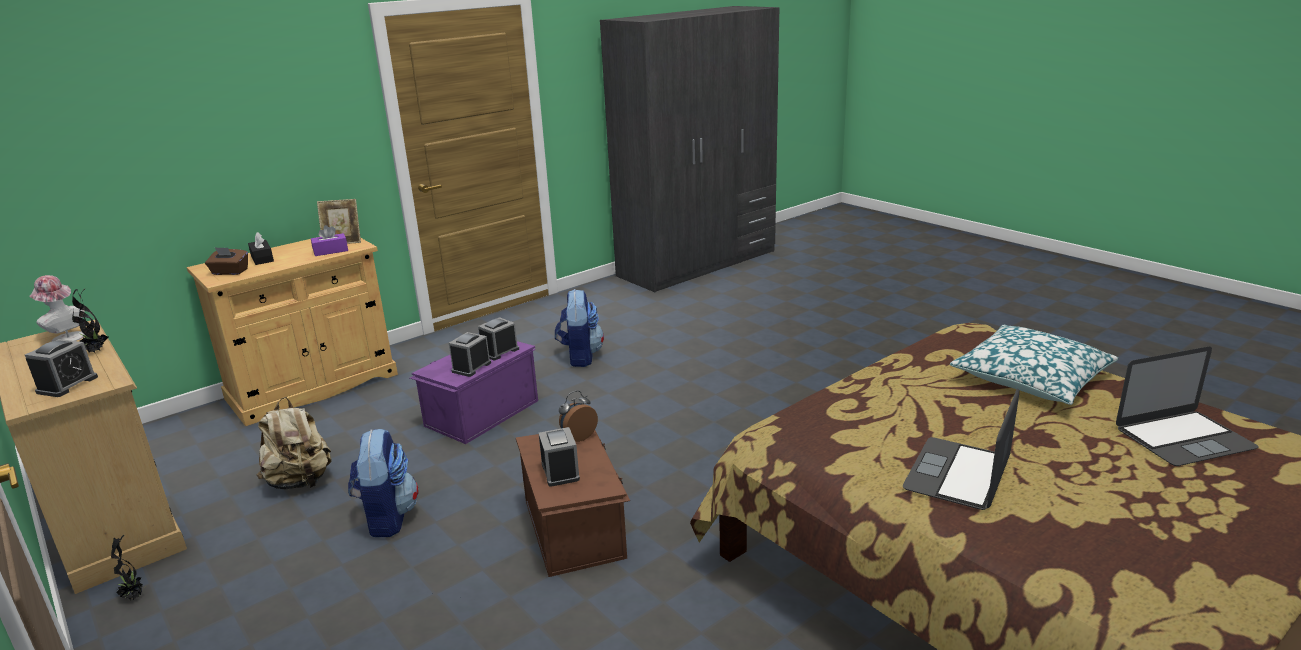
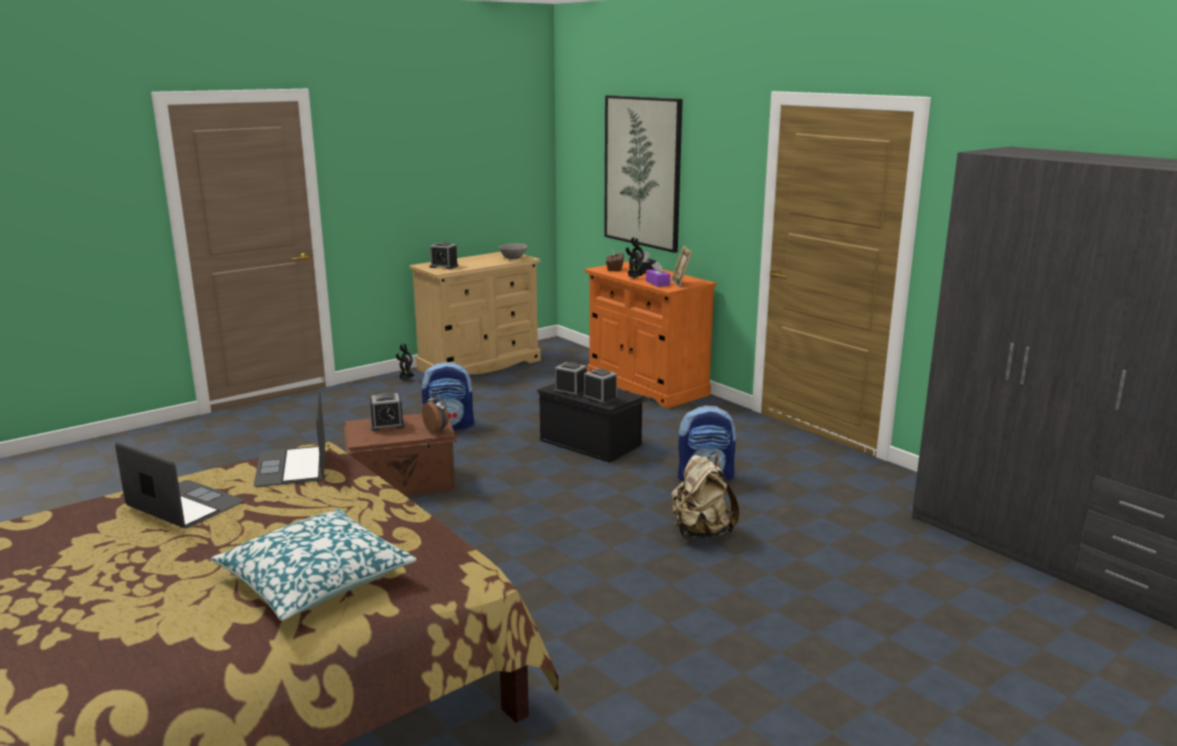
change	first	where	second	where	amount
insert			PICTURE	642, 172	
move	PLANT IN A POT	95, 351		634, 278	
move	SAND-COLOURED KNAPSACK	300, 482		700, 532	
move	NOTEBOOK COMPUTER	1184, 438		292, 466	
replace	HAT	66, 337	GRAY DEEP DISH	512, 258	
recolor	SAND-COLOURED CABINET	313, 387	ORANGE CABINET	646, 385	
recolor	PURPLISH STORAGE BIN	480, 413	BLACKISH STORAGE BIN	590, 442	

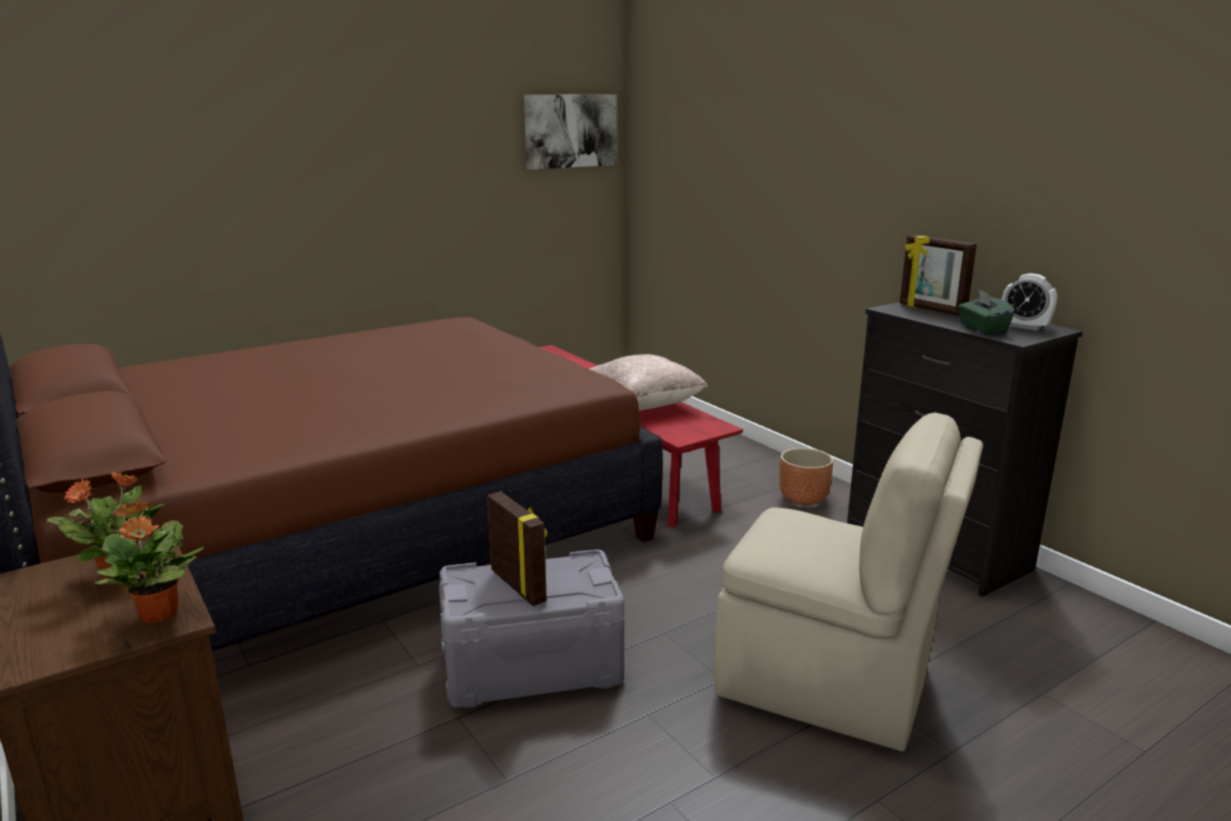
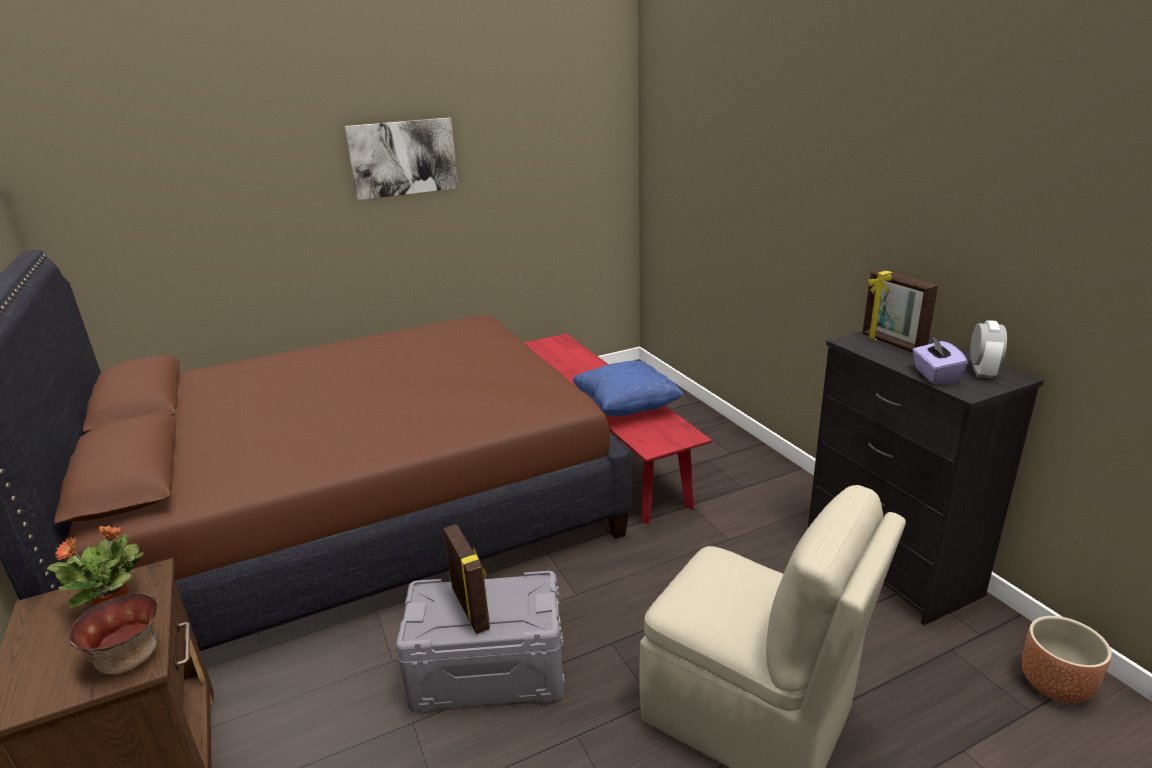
change	first	where	second	where	amount
move	PICTURE	570, 131		403, 158	
move	BROWN PLANTER	803, 499		1055, 685	
replace	PLANT IN A POT	158, 615	DEEP DISH	128, 659	
recolor	SAND-COLOURED CUSHION	642, 406	BLUISH CUSHION	626, 408	
recolor	GREEN-COLOURED BOX OF TISSUES	982, 330	PURPLISH BOX OF TISSUES	935, 376	
rotate	TABLE CLOCK	1024, 327		982, 372	120 degrees counterclockwise

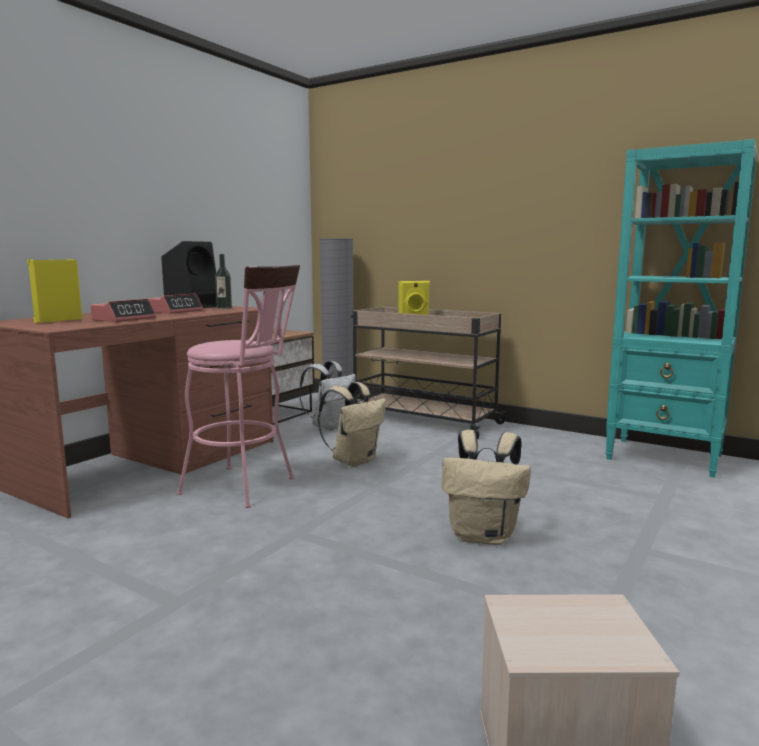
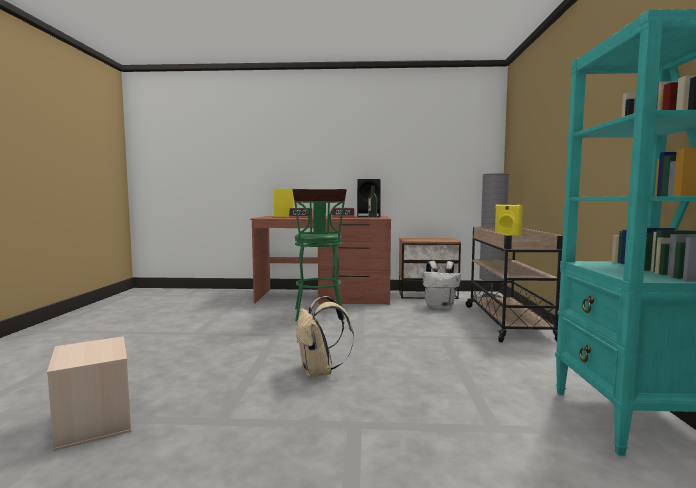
change	first	where	second	where	amount
delete	SAND-COLOURED KNAPSACK	354, 460			
recolor	PINKISH STOOL	246, 487	GREEN-COLOURED STOOL	319, 315	

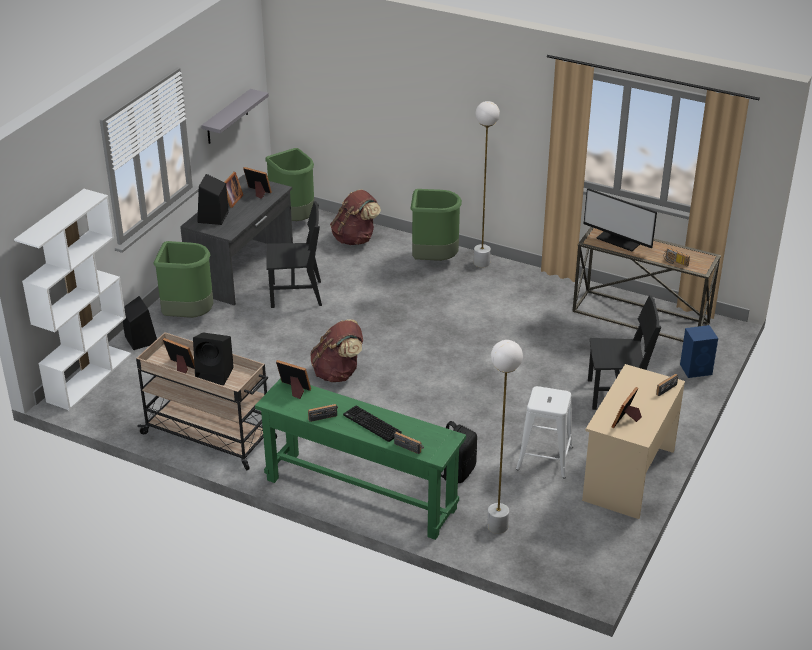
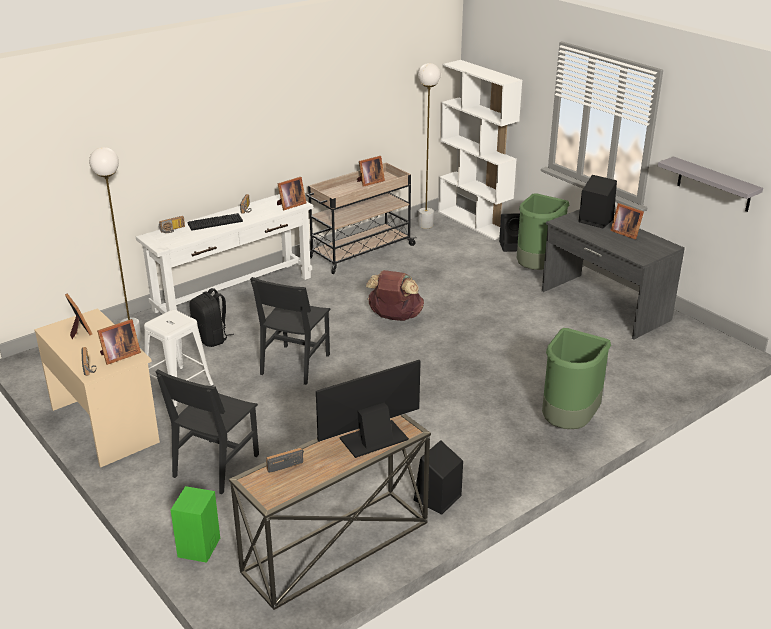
change	first	where	second	where	amount
delete	GREEN-COLOURED TRASH CAN	294, 219			
delete	BROWN KNAPSACK	355, 239			
move	BLACKISH LOUDSPEAKER	215, 374		437, 499	
move	PHOTO FRAME	258, 192		119, 355	
move	BLACKISH UPRIGHT CHAIR	296, 294		295, 364	
move	WHITISH STANDARD LAMP	481, 263		425, 225	
recolor	GREEN-COLOURED HALL TABLE	360, 494	WHITISH HALL TABLE	234, 293	
recolor	BLUISH LOUDSPEAKER	696, 369	GREEN-COLOURED LOUDSPEAKER	198, 548	

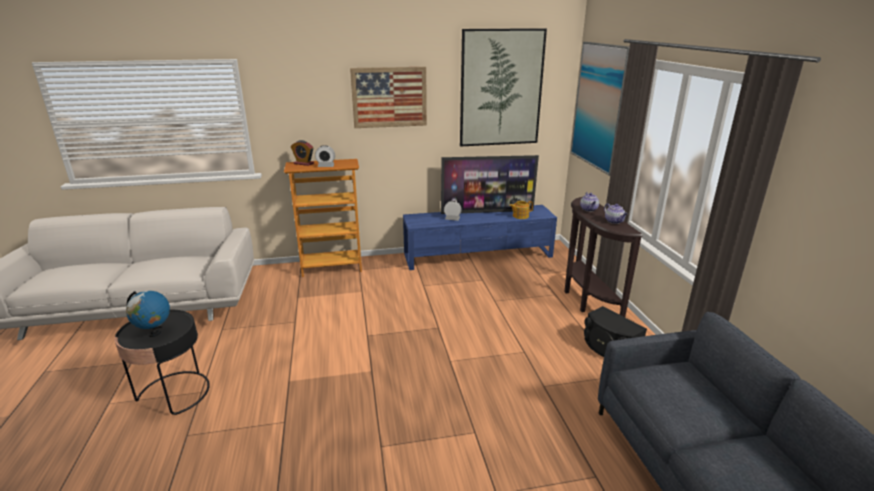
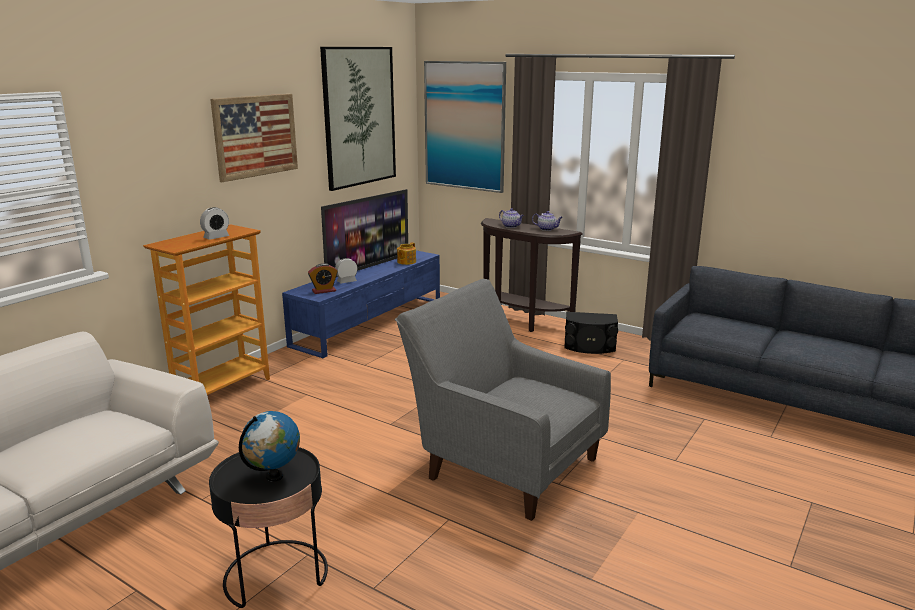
change	first	where	second	where	amount
insert			GRAY LOUNGE CHAIR	503, 463	
move	TABLE CLOCK	303, 163		324, 291	

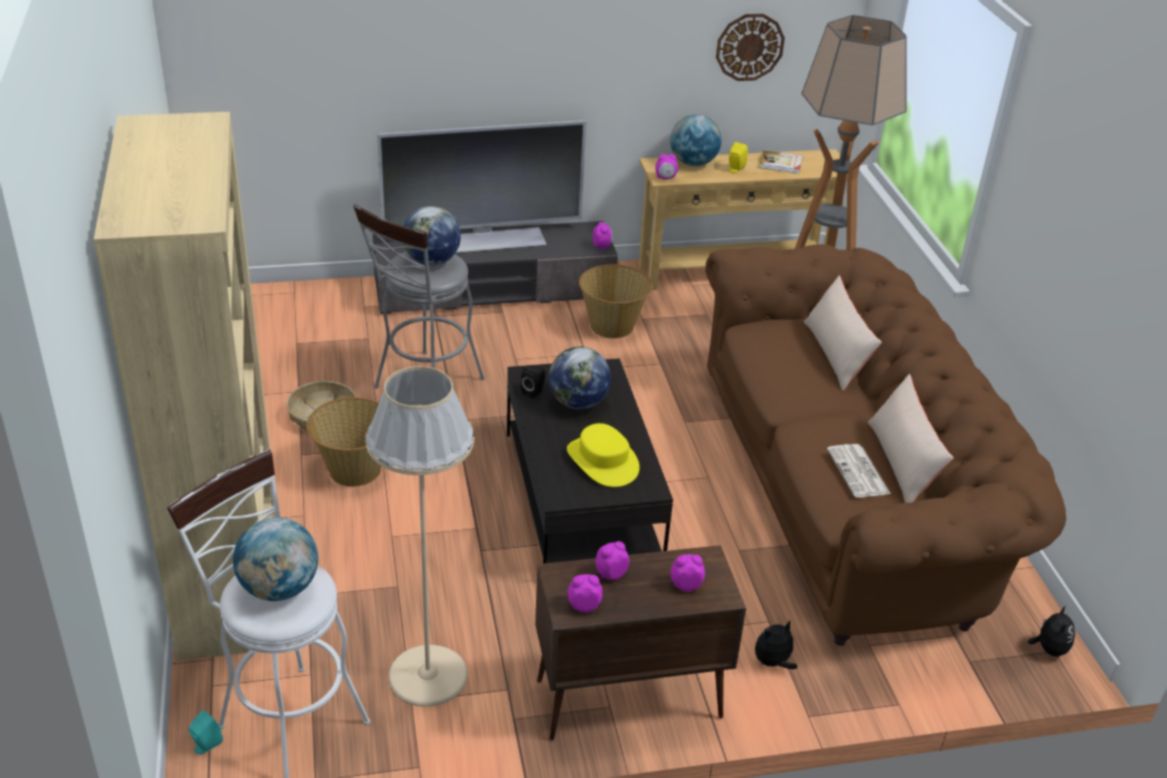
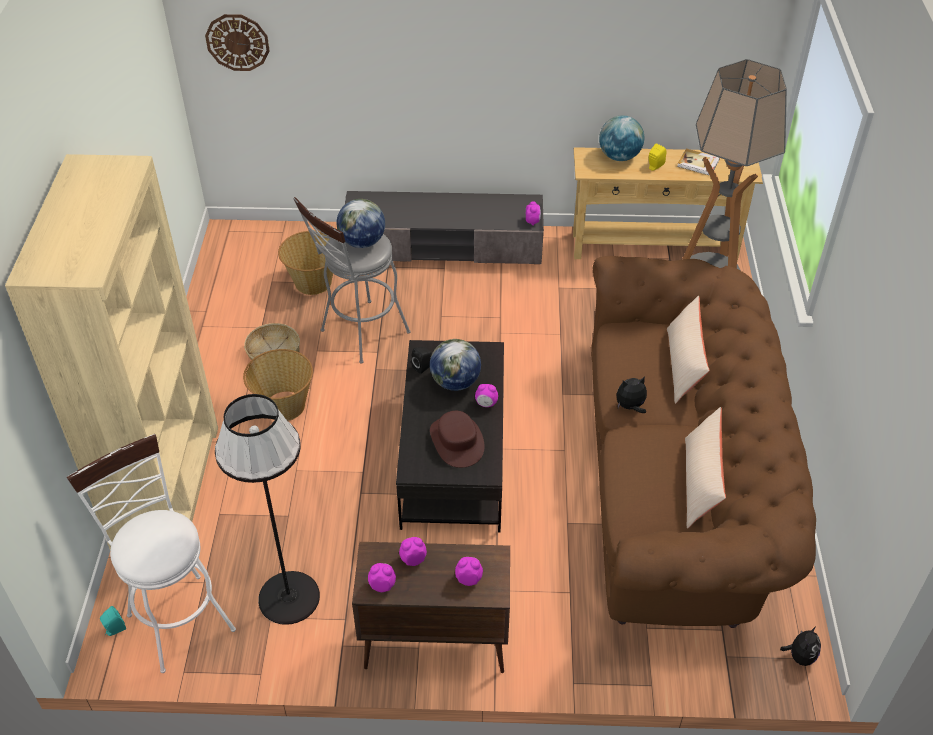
change	first	where	second	where	amount
delete	DESK GLOBE	279, 589			
delete	TV	487, 240			
delete	DAILY PAPER	859, 472			
move	HOUSEHOLD BASKET	612, 326		313, 283	
move	TABLE CLOCK	665, 178		486, 404	
move	HANGING CLOCK	749, 47		237, 42	
move	CUDDLY TOY	772, 663		630, 407	
recolor	SAND-COLOURED STANDARD LAMP	427, 675	BLACKISH STANDARD LAMP	289, 597	
recolor	YELLOW-COLOURED HAT	603, 461	BROWN HAT	457, 441	

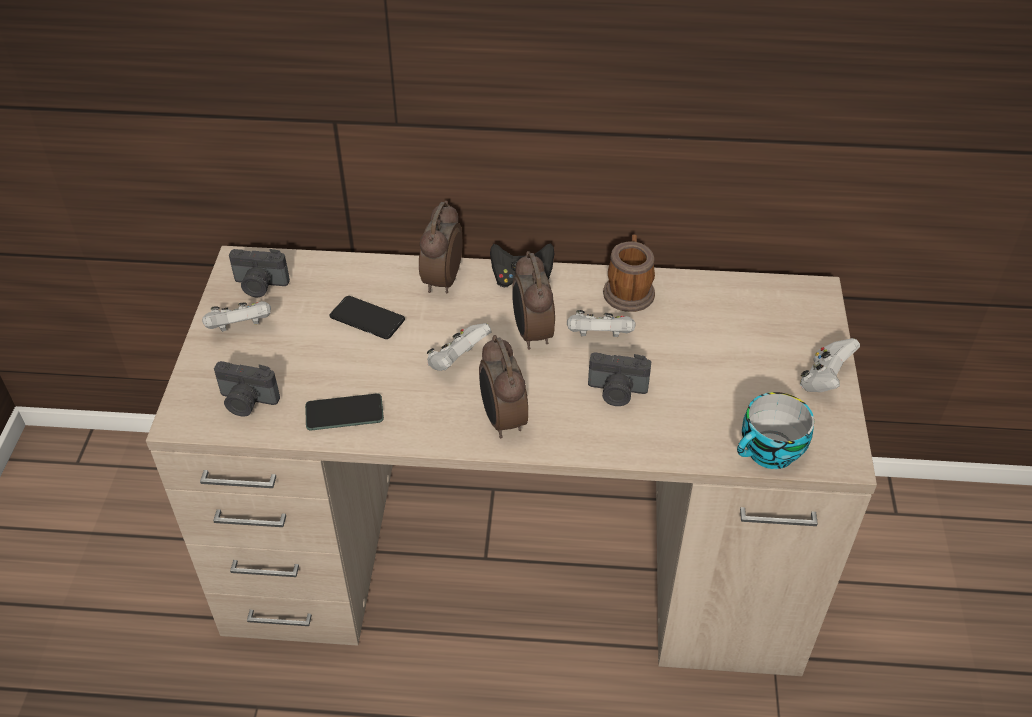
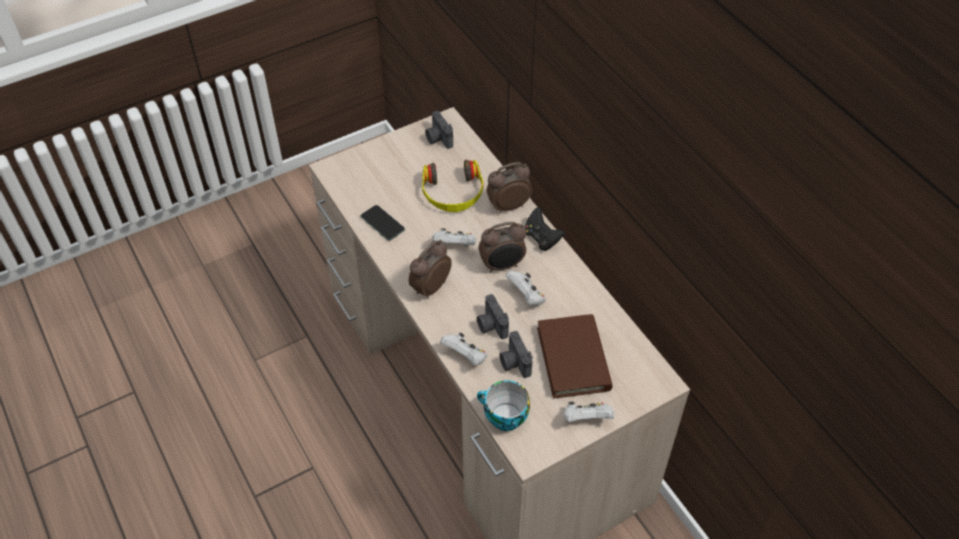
change	first	where	second	where	amount
delete	MUG	629, 290			
insert			BROWN BOOK	573, 359	
move	WHITISH GAME CONTROLLER	240, 328		465, 356	
move	PHOTO CAMERA	246, 402		514, 363	
replace	TELEPHONE	367, 318	HEADPHONES	453, 193	
rotate	TABLE CLOCK	531, 334		502, 266	150 degrees counterclockwise

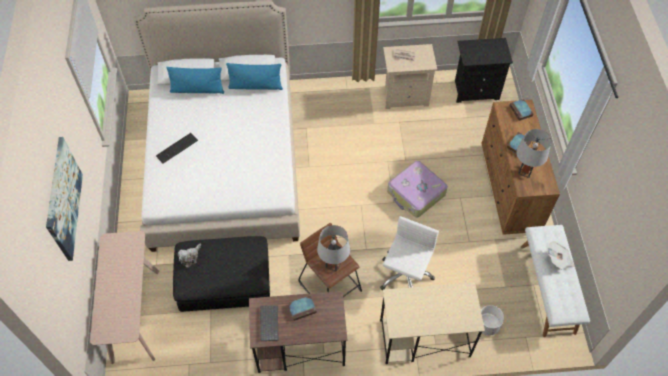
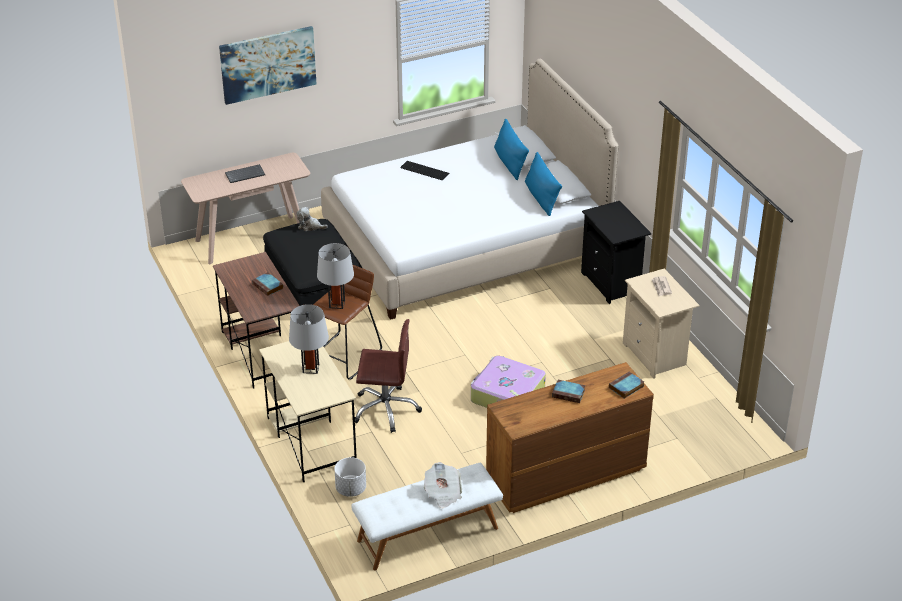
change	first	where	second	where	amount
move	KEYBOARD	268, 323		245, 174	
move	BLACKISH NIGHT TABLE	475, 89		612, 283	
move	GRAY TABLETOP LAMP	525, 171		311, 368	
recolor	WHITISH DESK CHAIR	405, 275	BROWN DESK CHAIR	386, 409	

